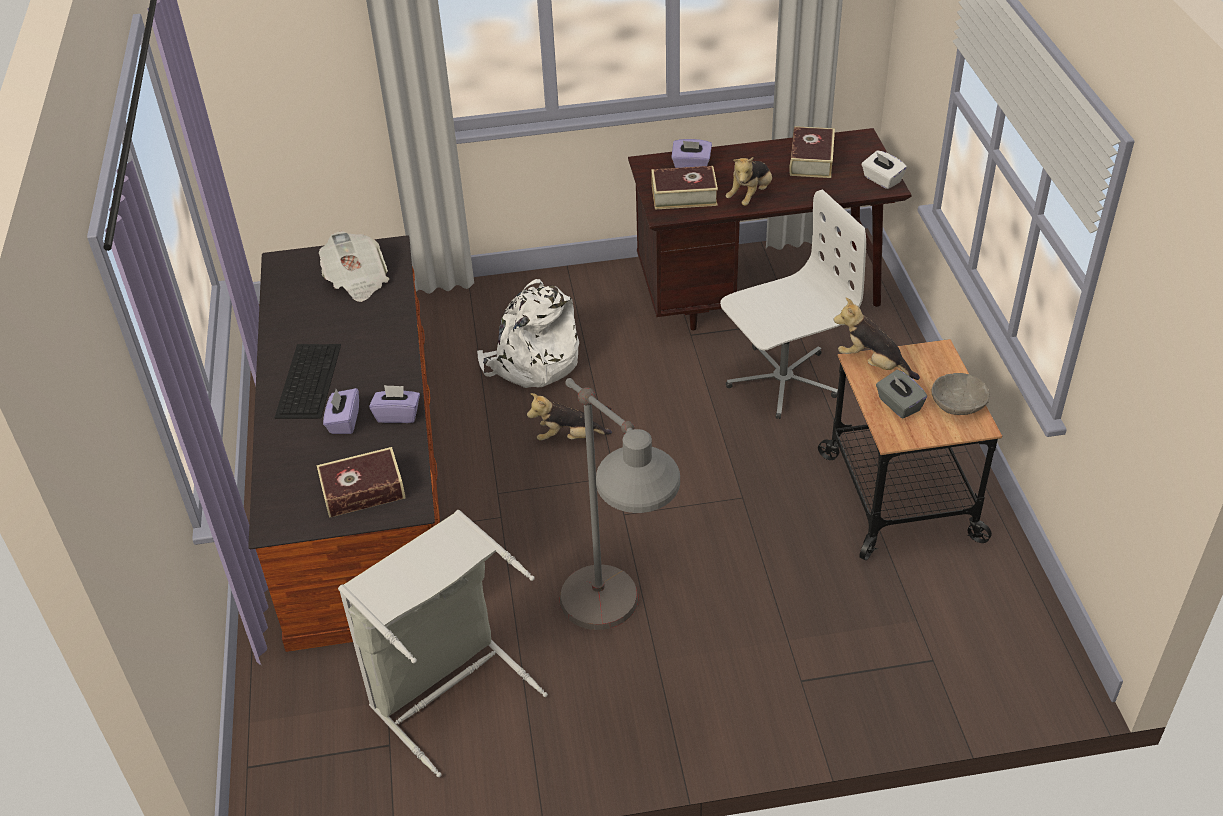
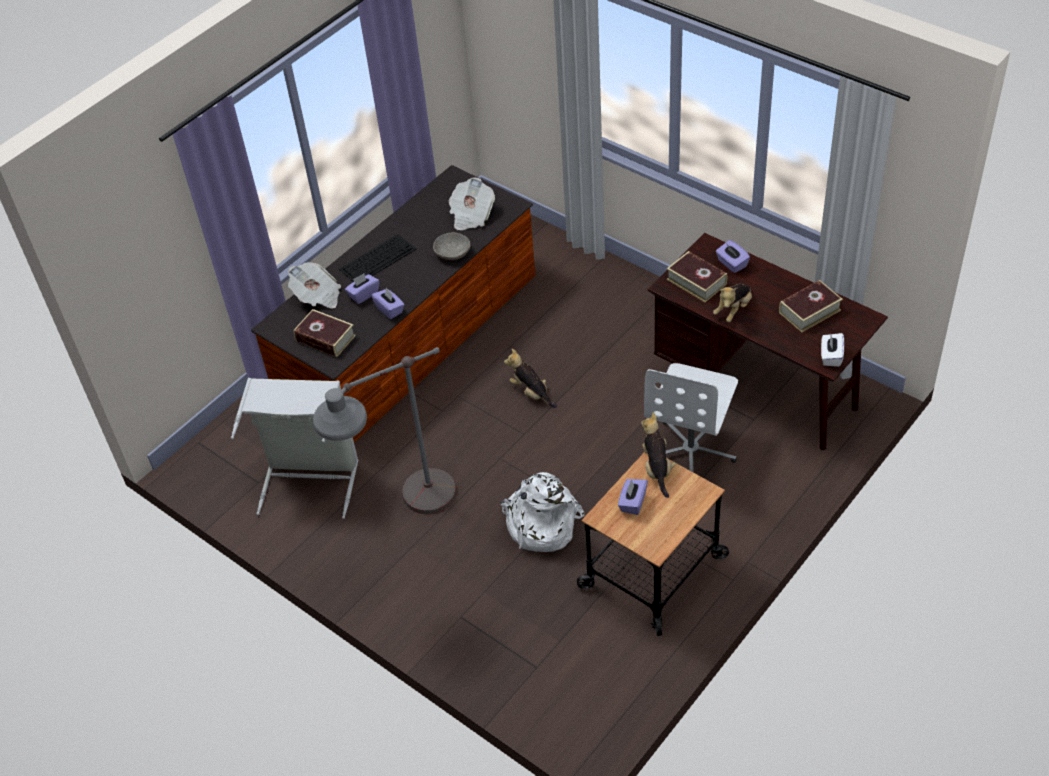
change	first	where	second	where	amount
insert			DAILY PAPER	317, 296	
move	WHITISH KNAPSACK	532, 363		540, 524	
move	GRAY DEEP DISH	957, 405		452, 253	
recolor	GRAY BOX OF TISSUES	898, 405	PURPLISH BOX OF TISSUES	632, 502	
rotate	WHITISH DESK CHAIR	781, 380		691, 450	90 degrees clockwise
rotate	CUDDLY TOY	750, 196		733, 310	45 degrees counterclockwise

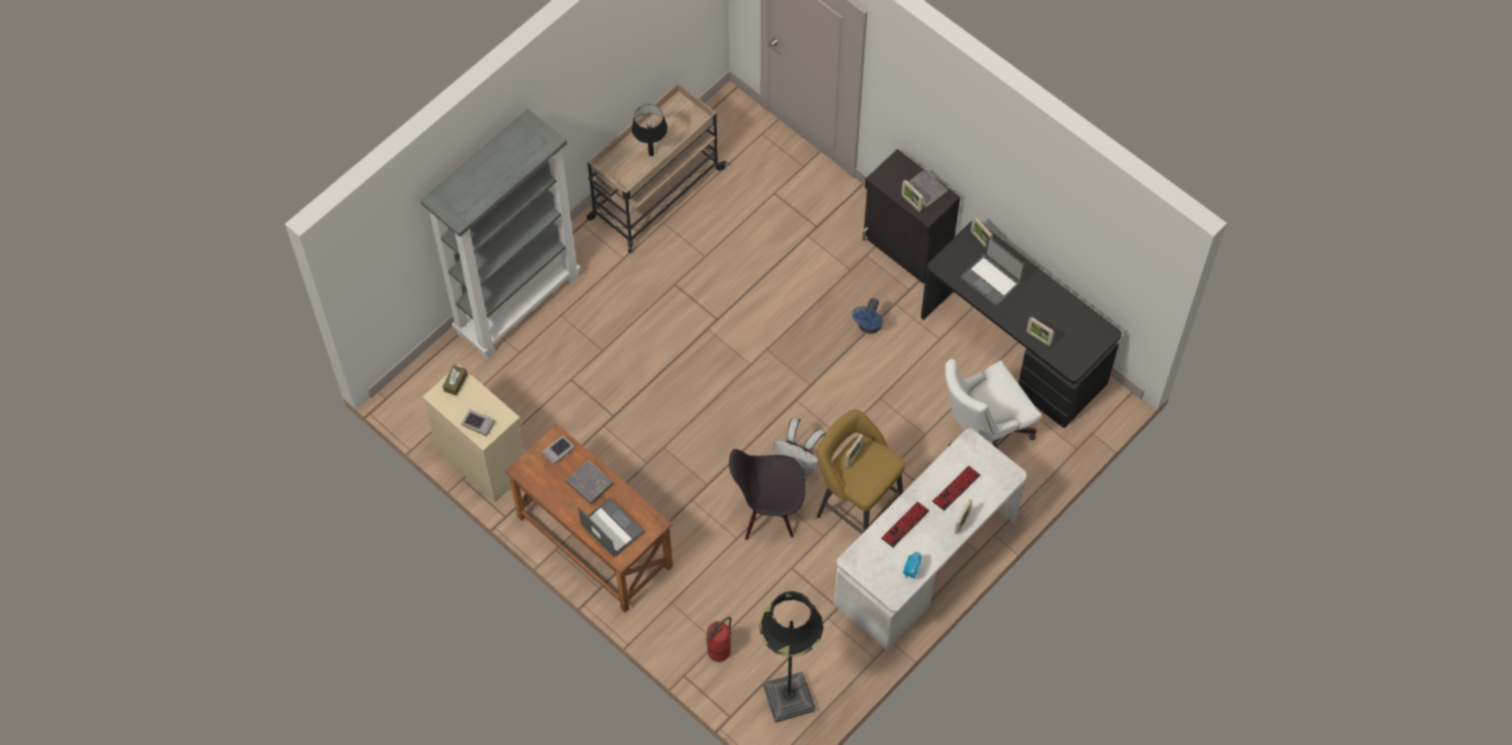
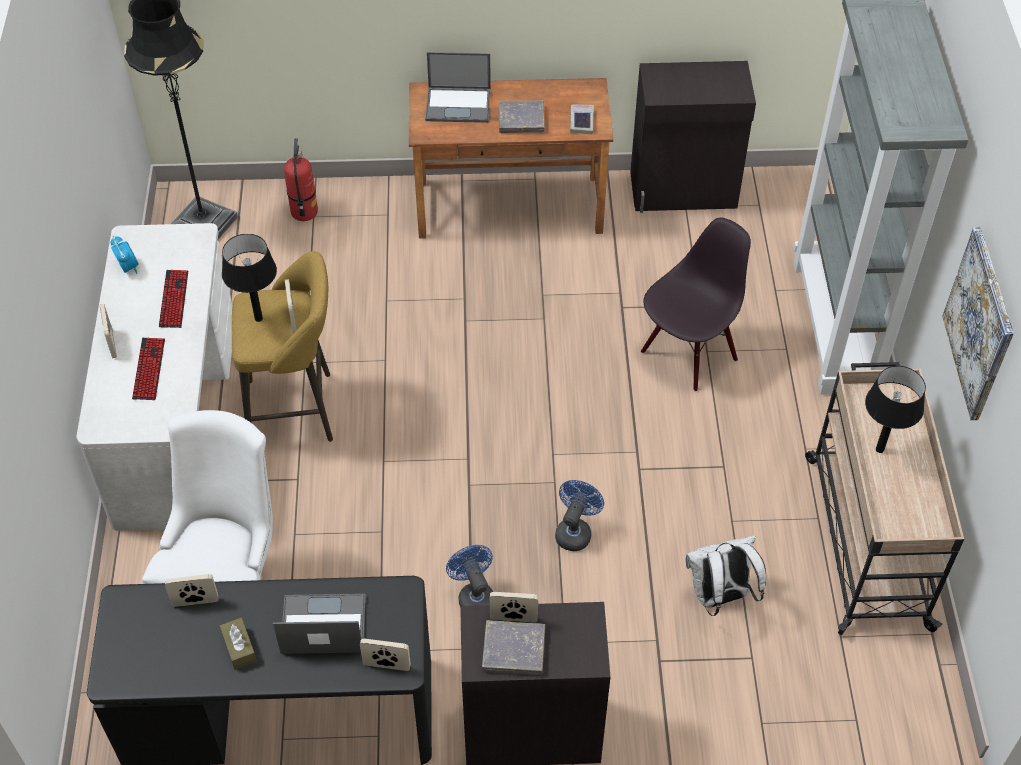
change	first	where	second	where	amount
delete	BOOK	478, 423			
insert			BLACKISH TABLETOP LAMP	258, 319	
insert			BLUISH COOLING FAN	575, 531	
insert			PICTURE	979, 324	
move	BROWN BOX OF TISSUES	455, 382		239, 648	
move	BLACKISH UPRIGHT CHAIR	768, 512		688, 354	
move	WHITISH KNAPSACK	800, 463		720, 597	
recolor	SAND-COLOURED CABINET	482, 459	BLACKISH CABINET	684, 191	

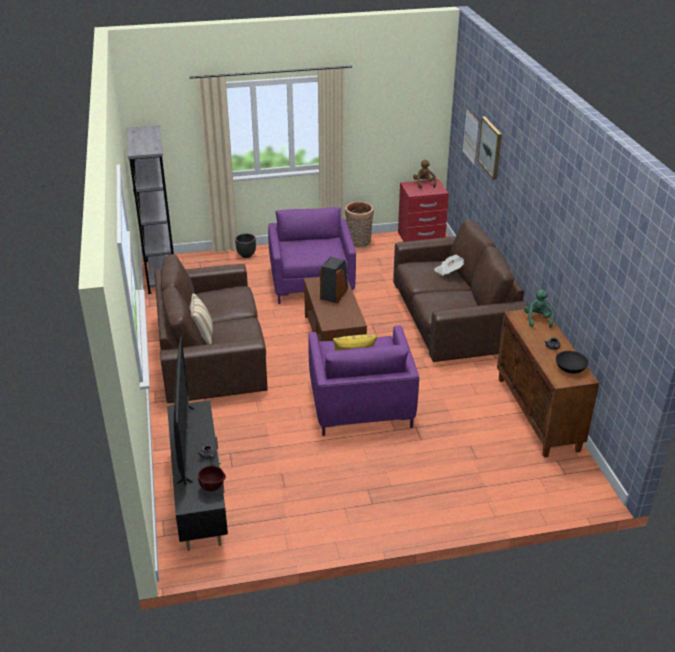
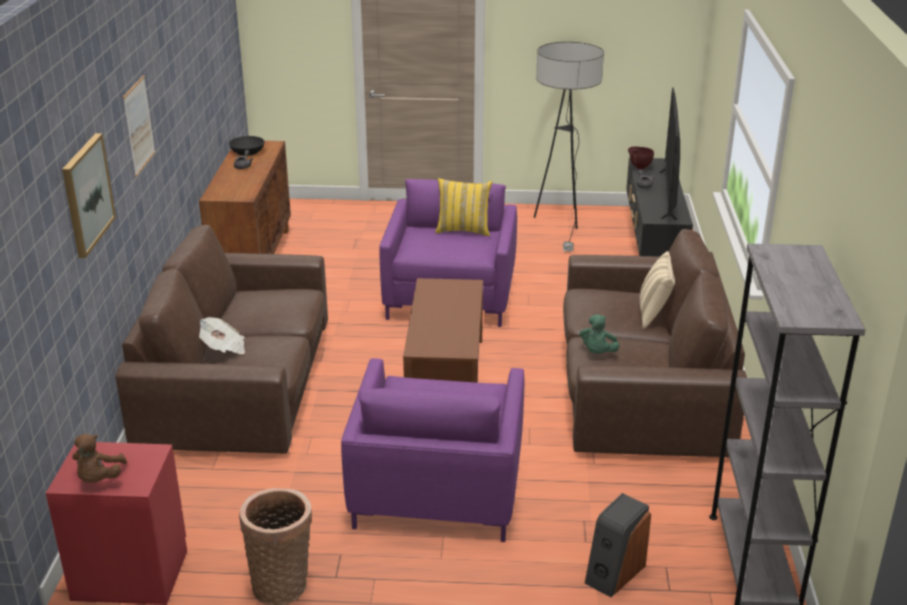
change	first	where	second	where	amount
delete	BLACKISH PLANTER	246, 255			
insert			STANDARD LAMP	562, 223	
move	LOUDSPEAKER	334, 294		614, 573	
move	PICTURE	470, 137		139, 125	
move	GREEN-COLOURED CUDDLY TOY	537, 319		597, 353	

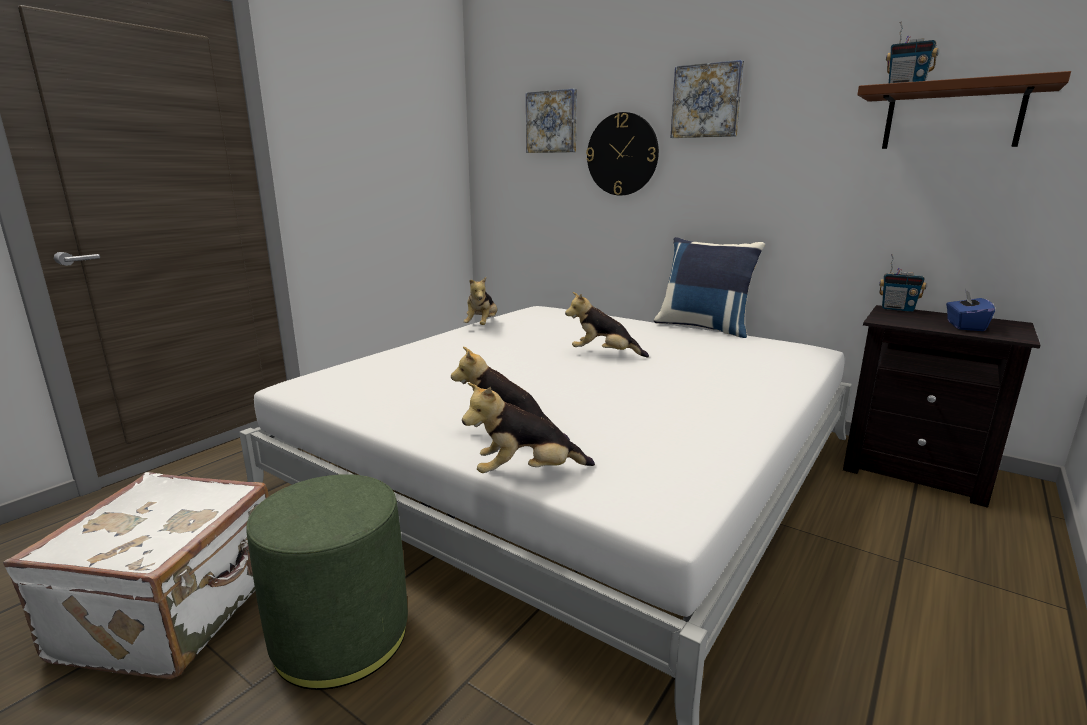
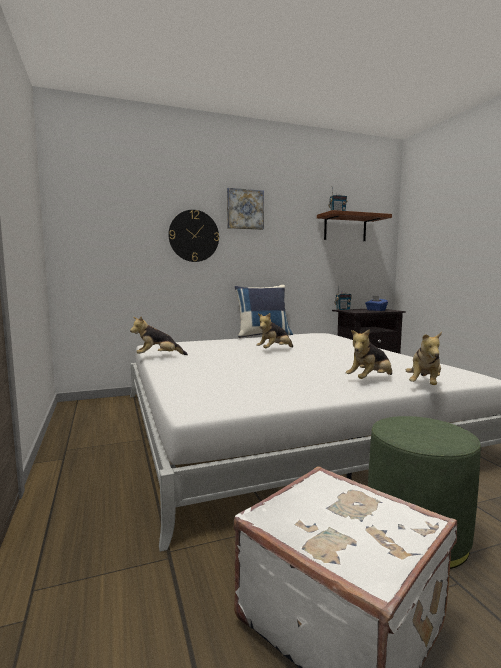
change	first	where	second	where	amount
delete	PICTURE	552, 122			
rotate	CUDDLY TOY	482, 325		158, 357	120 degrees clockwise

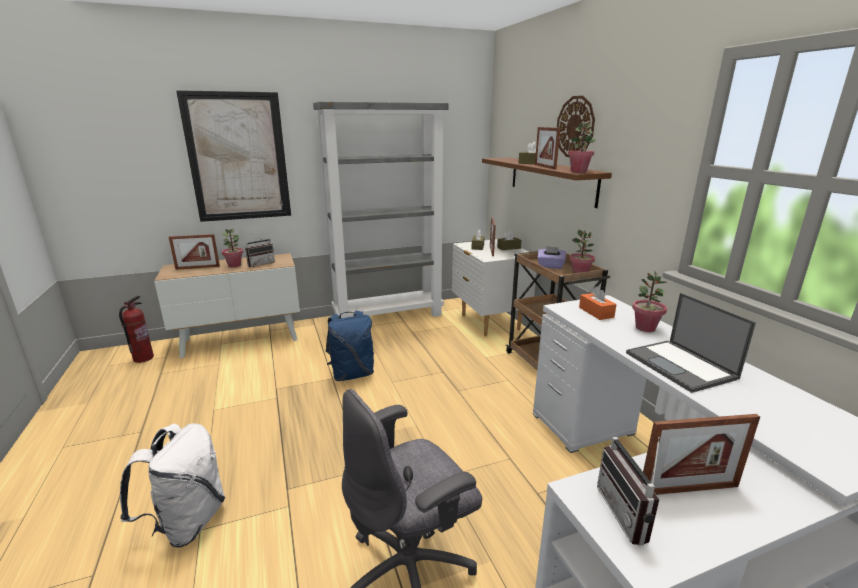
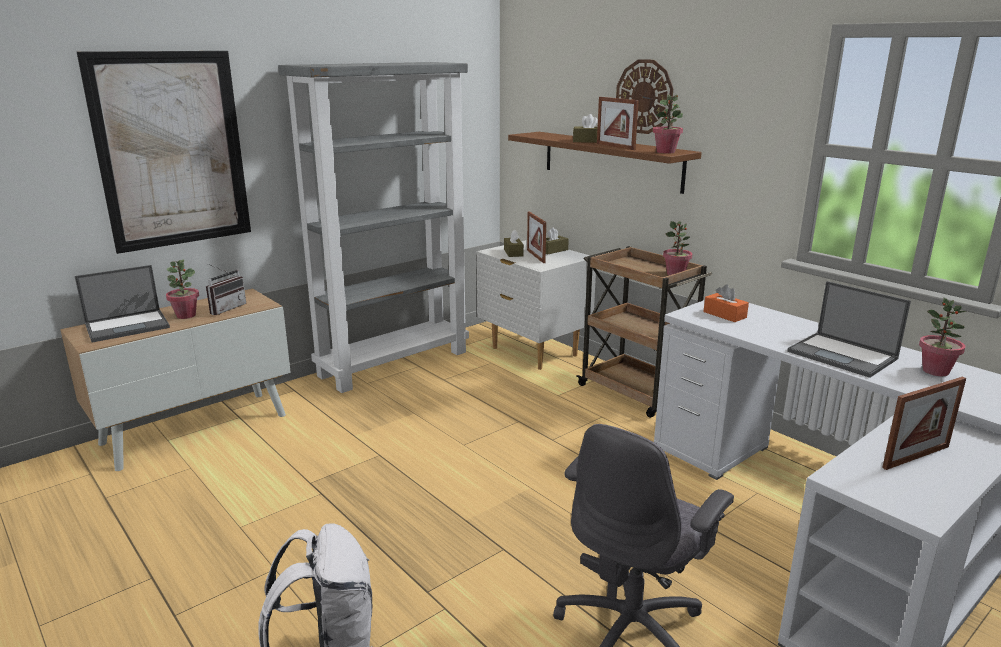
change	first	where	second	where	amount
delete	FIRE-FIGHTING CYLINDER	143, 358			
delete	BLUISH KNAPSACK	352, 374			
delete	PURPLISH BOX OF TISSUES	550, 266			
delete	RADIO SET	630, 514			
move	PLANT IN A POT	645, 328		935, 371	
replace	PHOTO FRAME	197, 267	NOTEBOOK COMPUTER	128, 326	

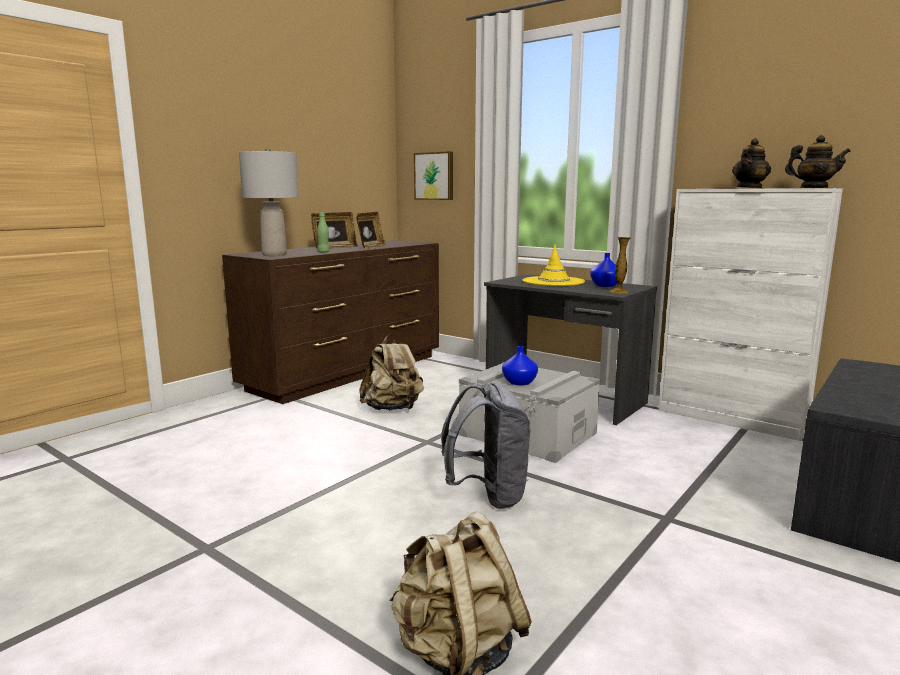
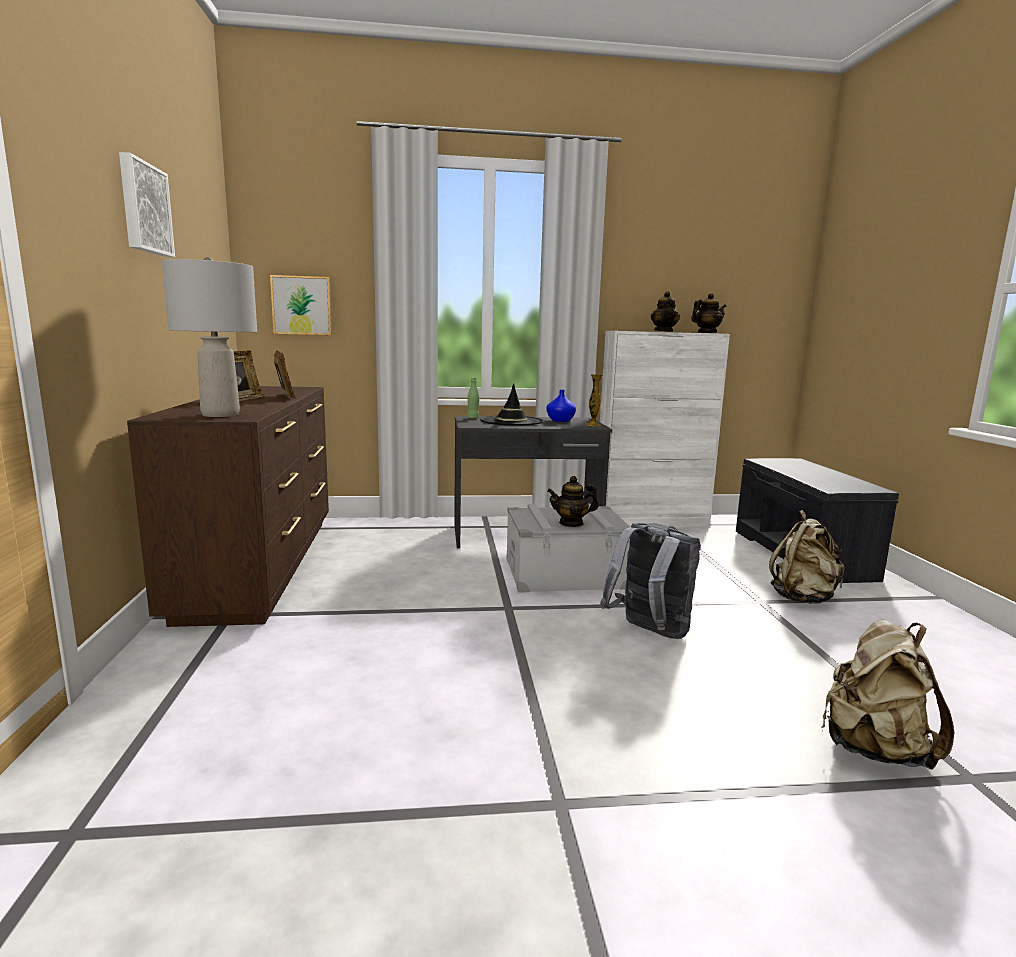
change	first	where	second	where	amount
insert			PICTURE	143, 208	
move	GREEN-COLOURED BEVERAGE BOTTLE	323, 252		473, 418	
move	SAND-COLOURED KNAPSACK	393, 409		803, 598	
replace	BLUISH VASE	519, 383	TEAPOT	571, 523	
recolor	YELLOW-COLOURED HAT	553, 282	BLACKISH HAT	511, 421	

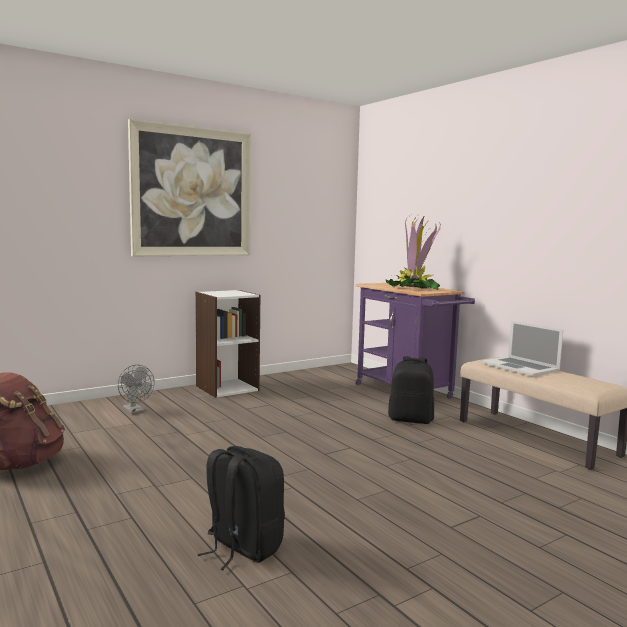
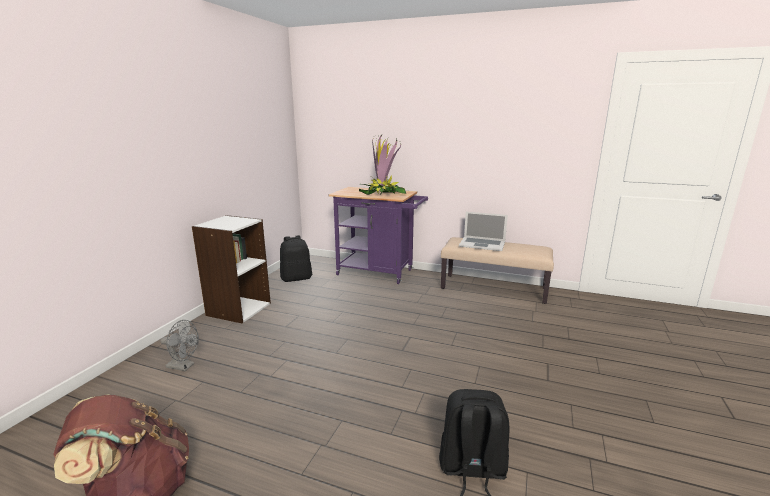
change	first	where	second	where	amount
delete	PICTURE	192, 192			
move	BLACKISH KNAPSACK	411, 419		296, 278	

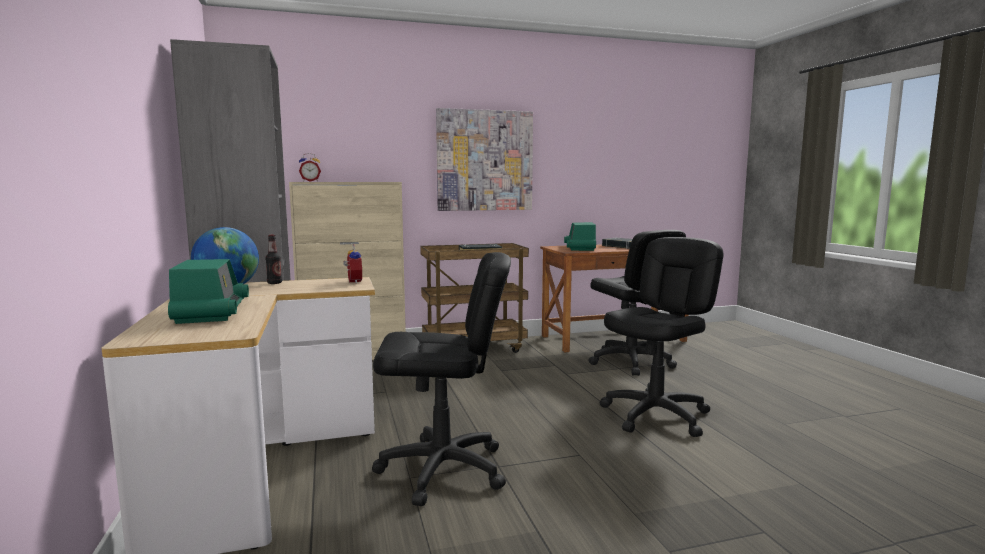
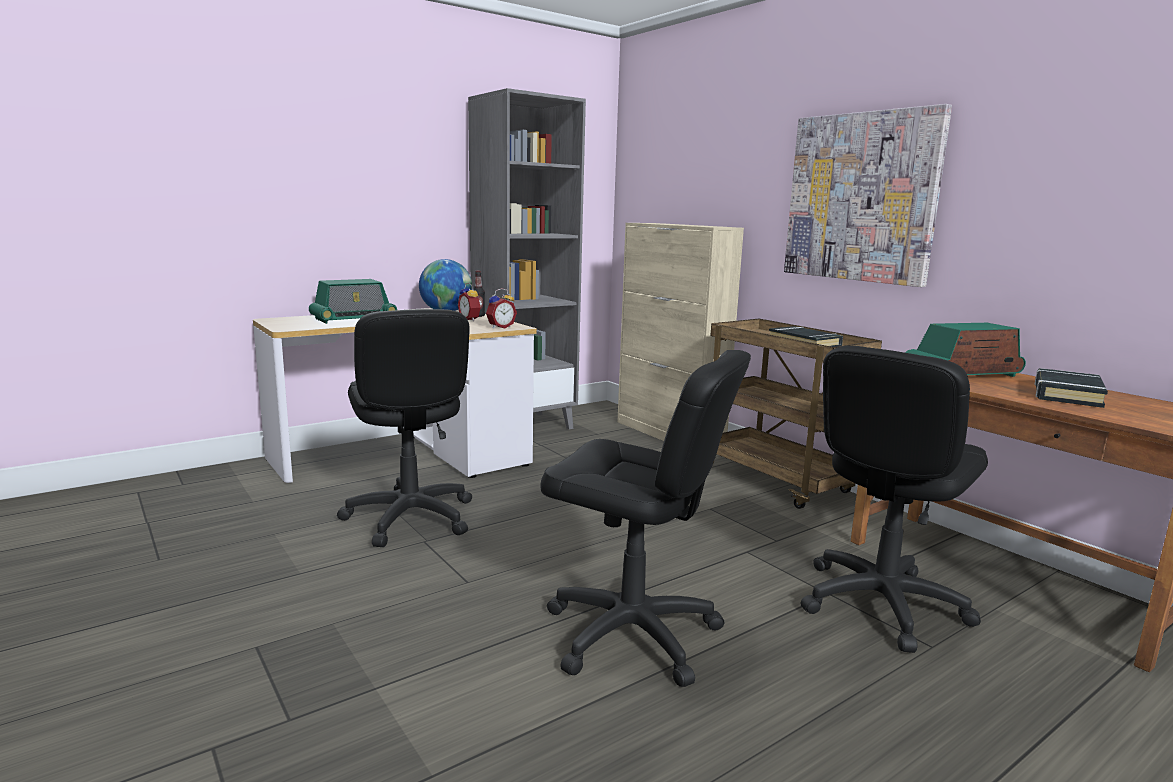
change	first	where	second	where	amount
move	TABLE CLOCK	310, 181		471, 319	

